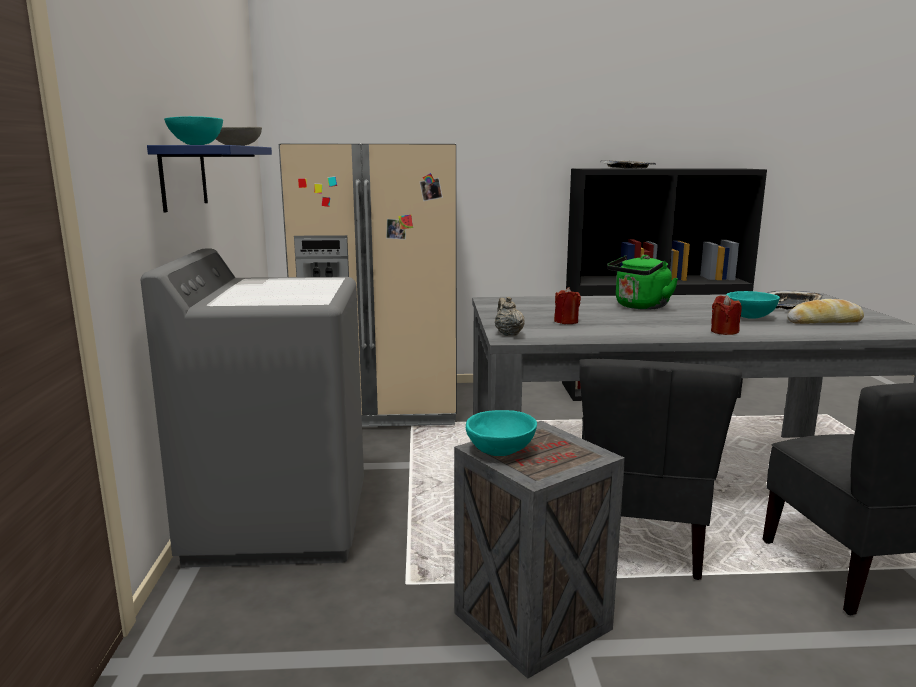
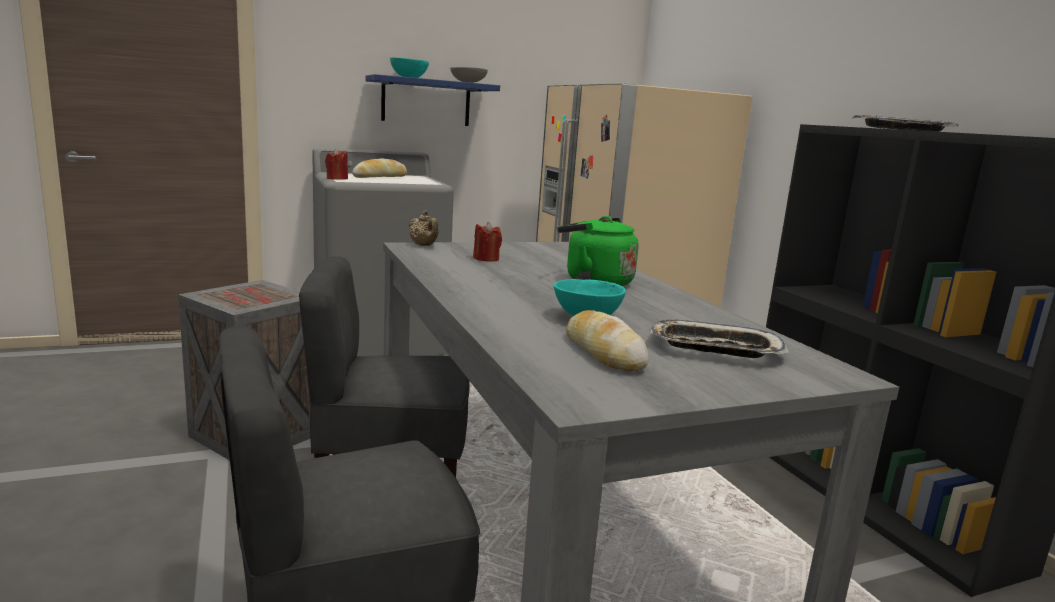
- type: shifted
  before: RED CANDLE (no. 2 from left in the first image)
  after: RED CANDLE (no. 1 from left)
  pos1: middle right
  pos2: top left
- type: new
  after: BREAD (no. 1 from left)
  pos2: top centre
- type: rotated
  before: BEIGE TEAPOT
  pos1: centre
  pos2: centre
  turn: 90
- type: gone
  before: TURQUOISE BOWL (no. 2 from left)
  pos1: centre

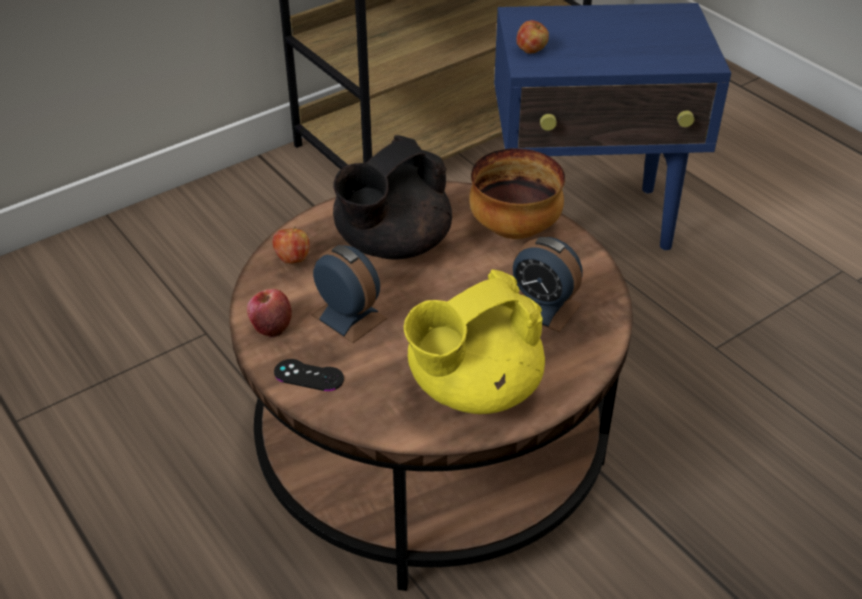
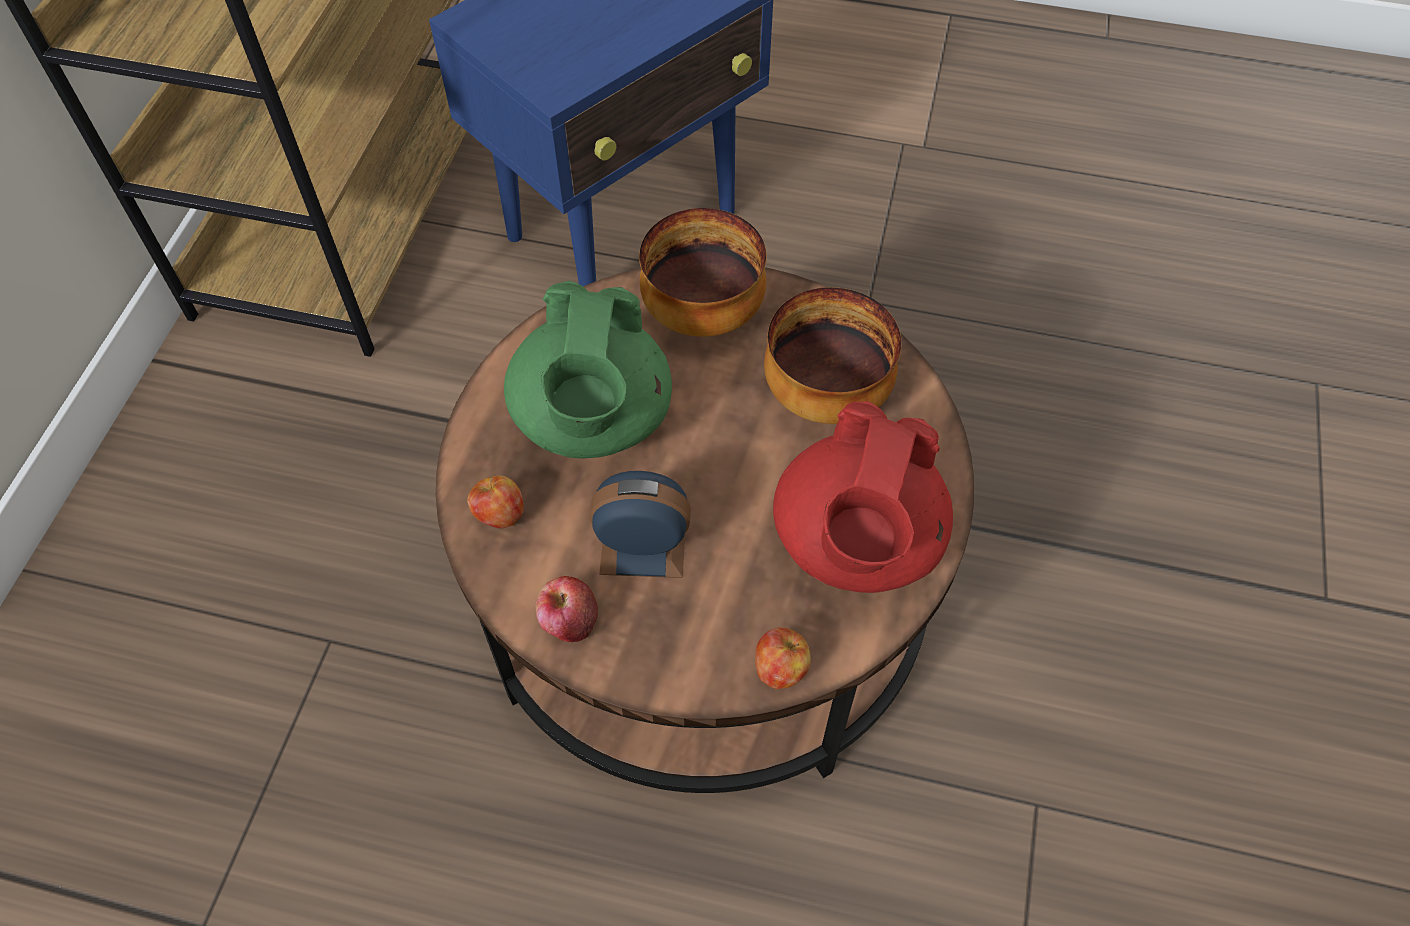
- type: repainted
  before: BLACK TEAPOT
  after: GREEN TEAPOT
  pos1: top centre
  pos2: centre
- type: shifted
  before: APPLE (no. 3 from left)
  pos1: top centre
  pos2: bottom centre
- type: swapped
  before: ALARM CLOCK (no. 2 from left)
  after: BOWL (no. 2 from left)
  pos1: centre
  pos2: centre
- type: repainted
  before: YELLOW TEAPOT
  after: RED TEAPOT
  pos1: centre
  pos2: centre
- type: gone
  before: BLACK GAME CONTROLLER
  pos1: centre

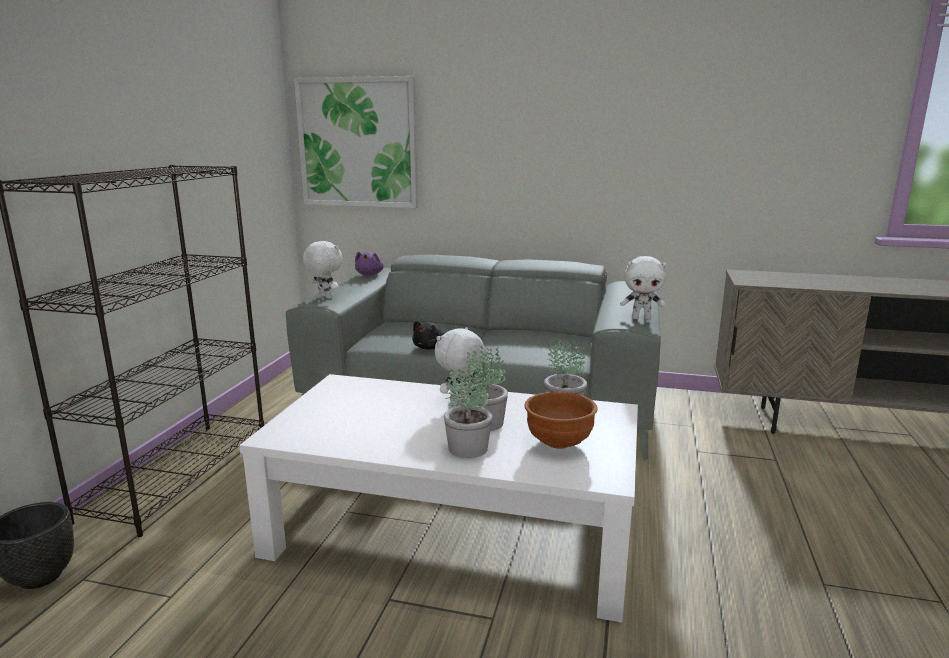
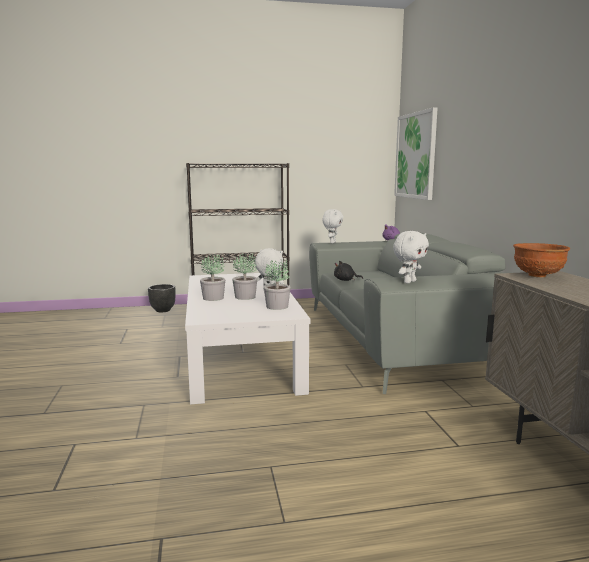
- type: rotated
  before: WHITE PLUSH TOY (no. 3 from left)
  pos1: middle right
  pos2: middle right
  turn: -120
- type: shifted
  before: BROWN BOWL
  pos1: centre
  pos2: middle right

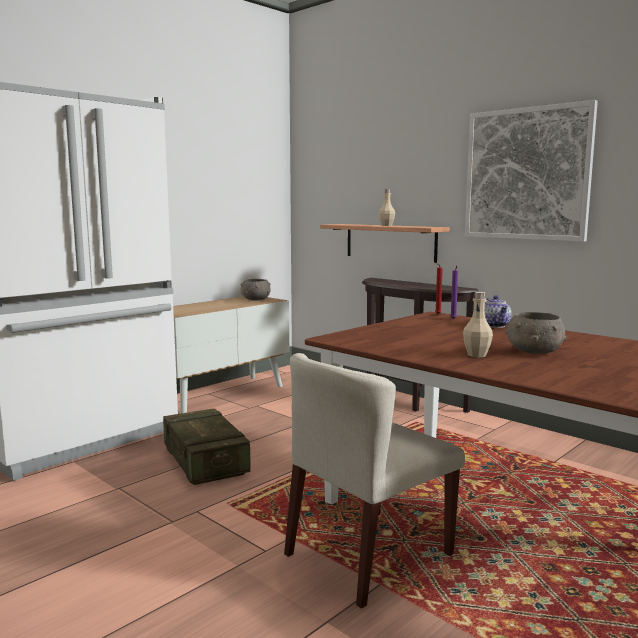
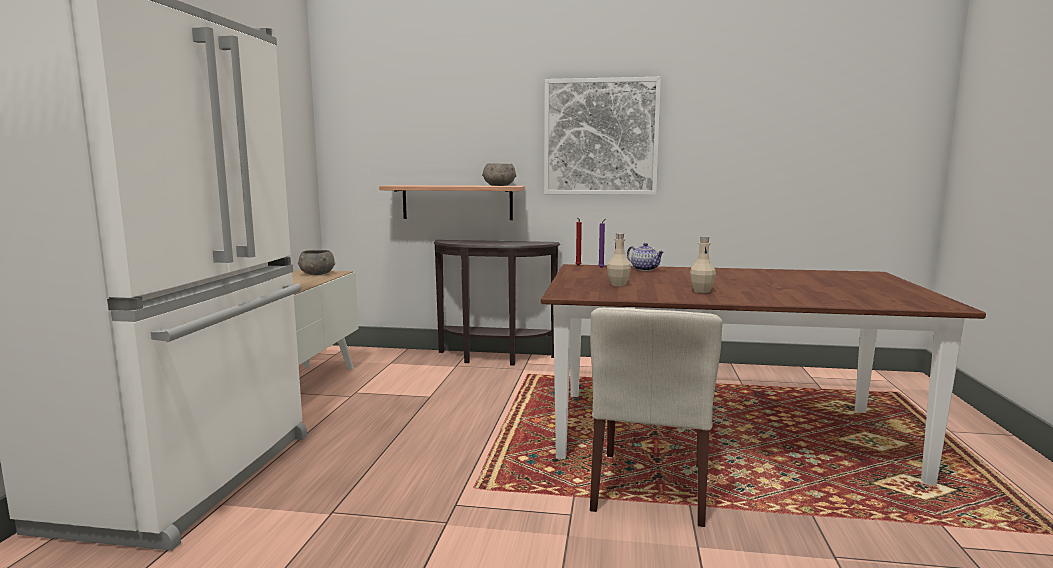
- type: shifted
  before: GREY BOWL (no. 2 from left)
  pos1: middle right
  pos2: top centre
- type: shifted
  before: BEIGE BOTTLE (no. 1 from left)
  pos1: top centre
  pos2: centre
- type: gone
  before: CRATE
  pos1: bottom left

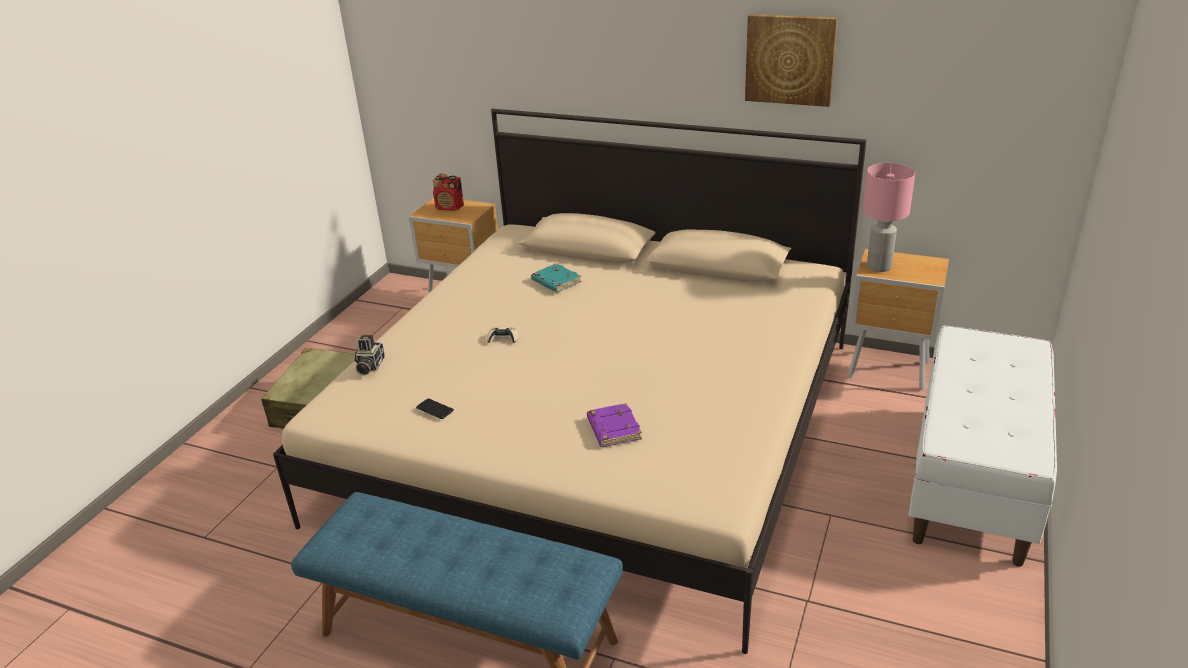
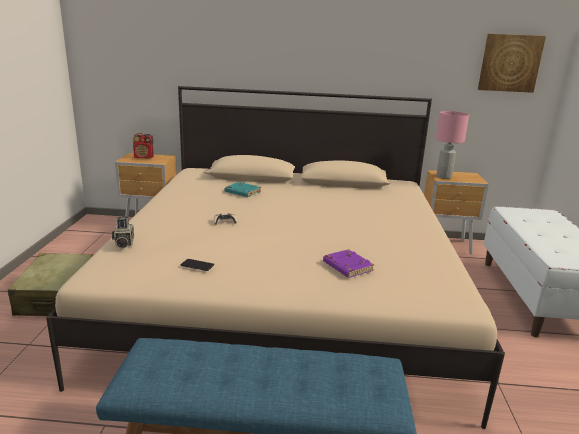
- type: shifted
  before: PICTURE
  pos1: top centre
  pos2: top right

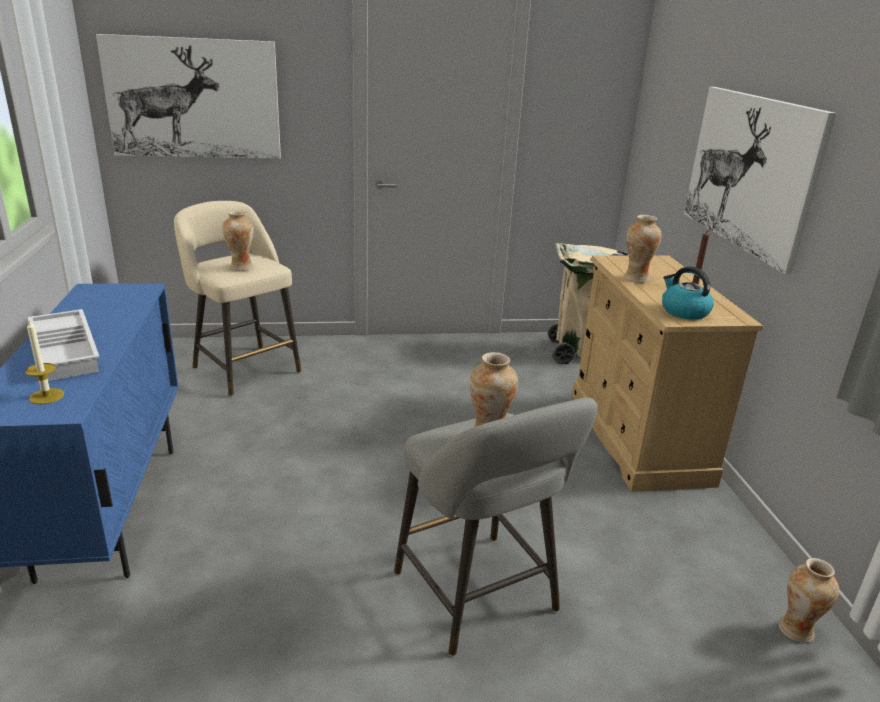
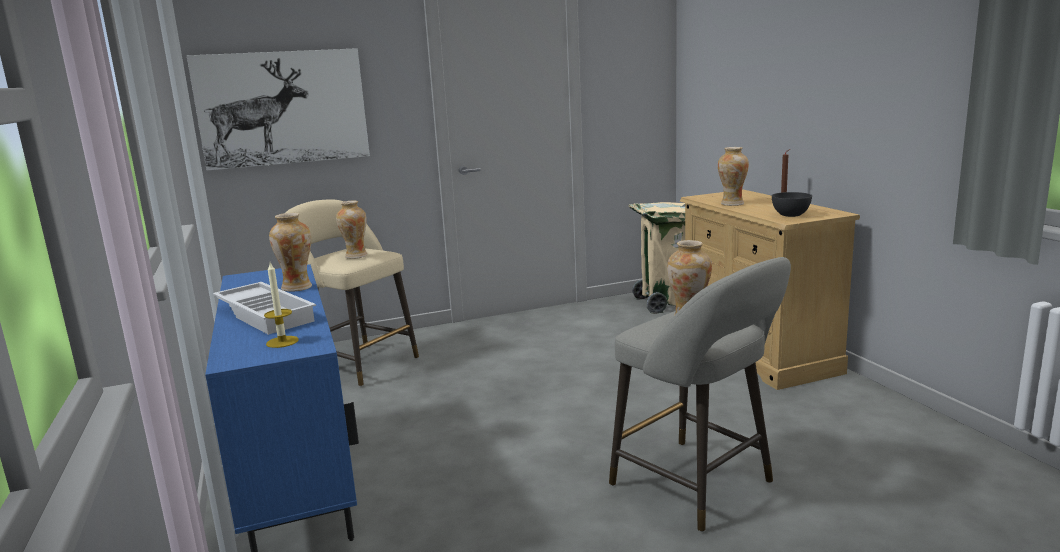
- type: shifted
  before: VASE (no. 4 from left in the first image)
  after: VASE (no. 1 from left)
  pos1: bottom right
  pos2: middle left
- type: swapped
  before: KETTLE
  after: GREY BOWL
  pos1: middle right
  pos2: middle right
- type: gone
  before: PICTURE (no. 2 from left)
  pos1: top right

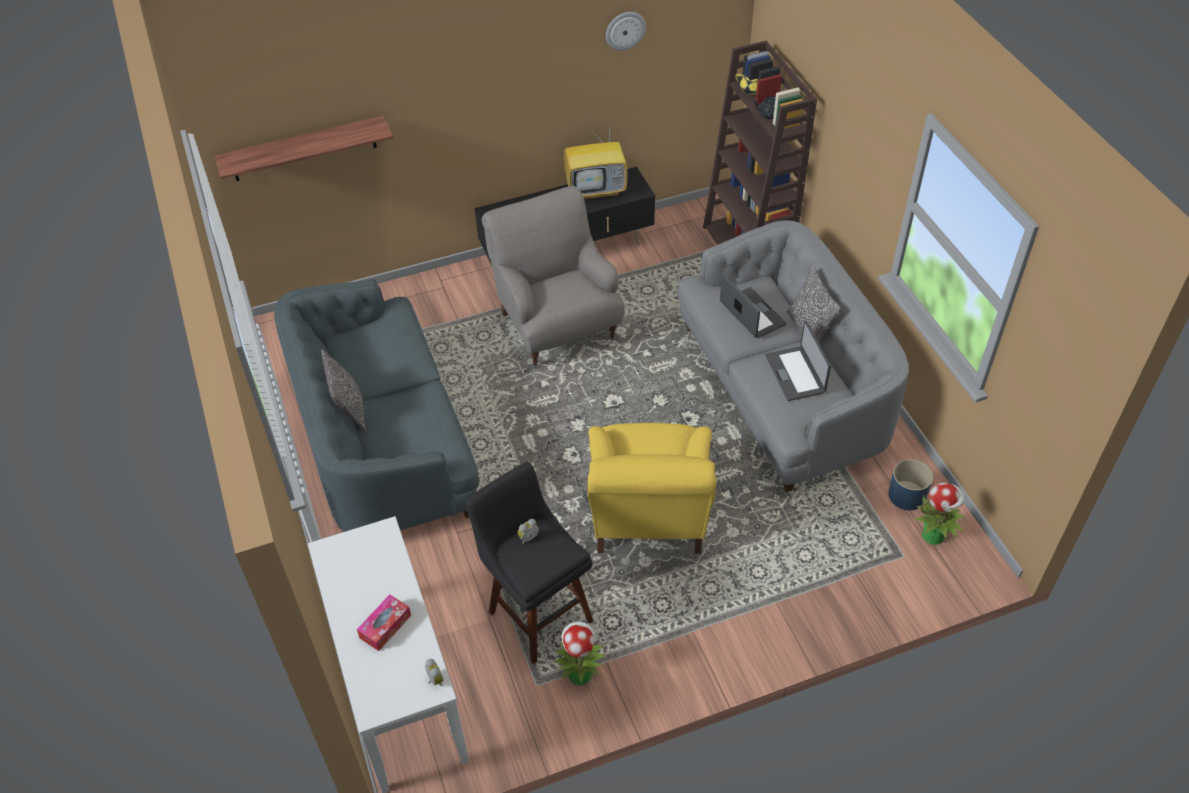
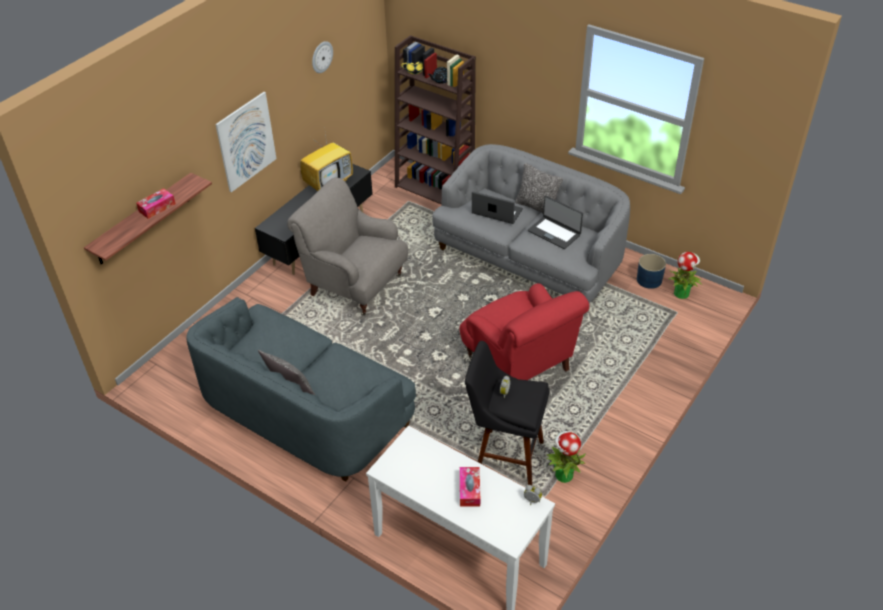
- type: new
  after: TISSUE BOX (no. 1 from left)
  pos2: top left
- type: new
  after: PICTURE
  pos2: top left
- type: repainted
  before: YELLOW ARMCHAIR
  after: RED ARMCHAIR
  pos1: centre
  pos2: centre

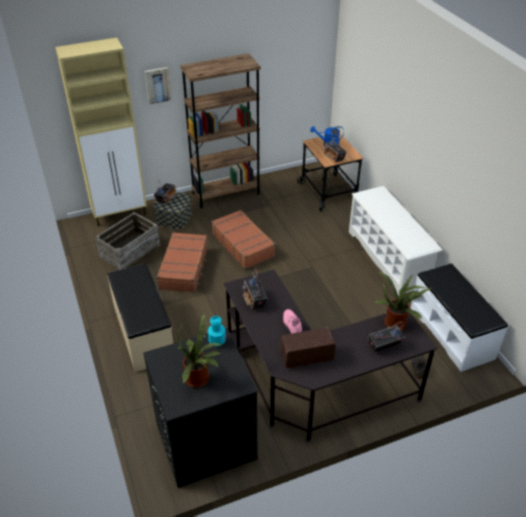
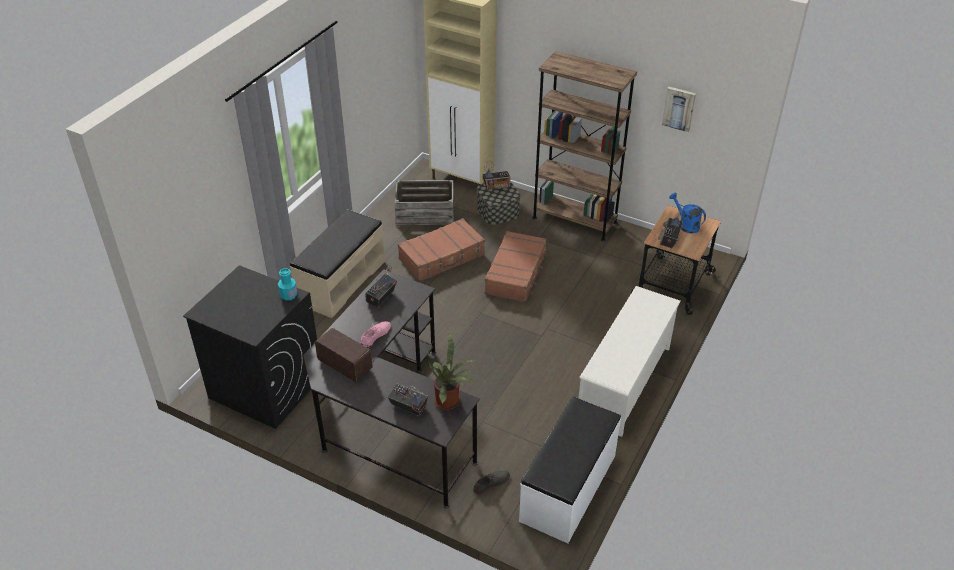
- type: shifted
  before: PICTURE
  pos1: top left
  pos2: top right
- type: gone
  before: POTTED PLANT (no. 1 from left)
  pos1: bottom centre

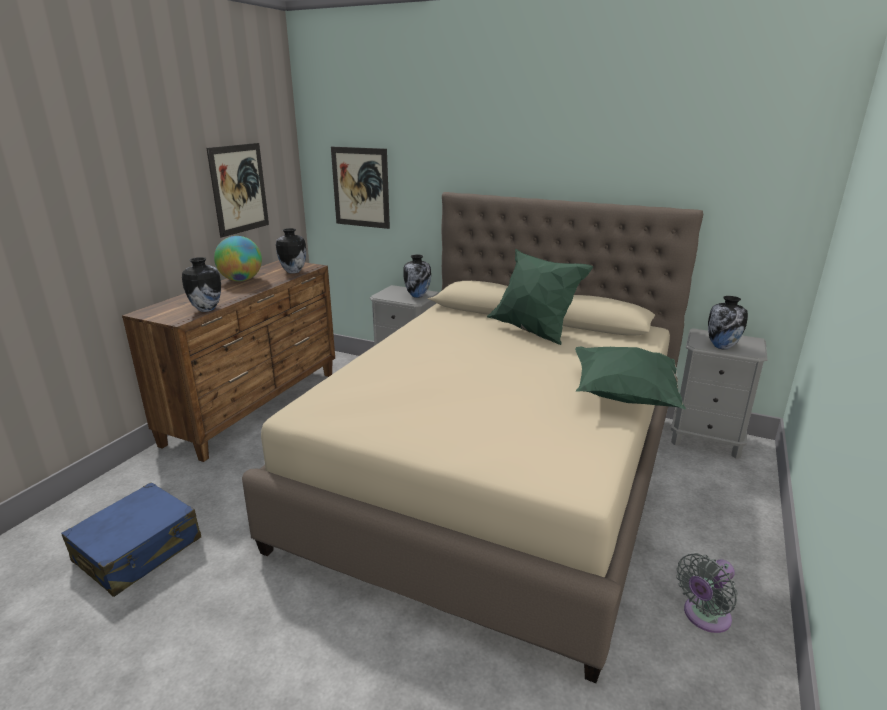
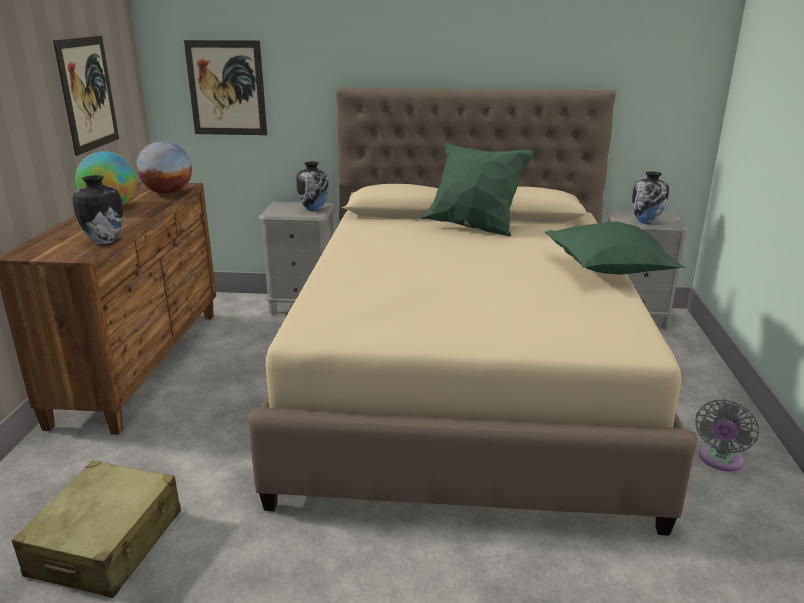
- type: repainted
  before: BLUE SUITCASE
  after: BEIGE SUITCASE
  pos1: bottom left
  pos2: bottom left
- type: swapped
  before: VASE (no. 2 from left)
  after: GLOBE (no. 2 from left)
  pos1: middle left
  pos2: top left

